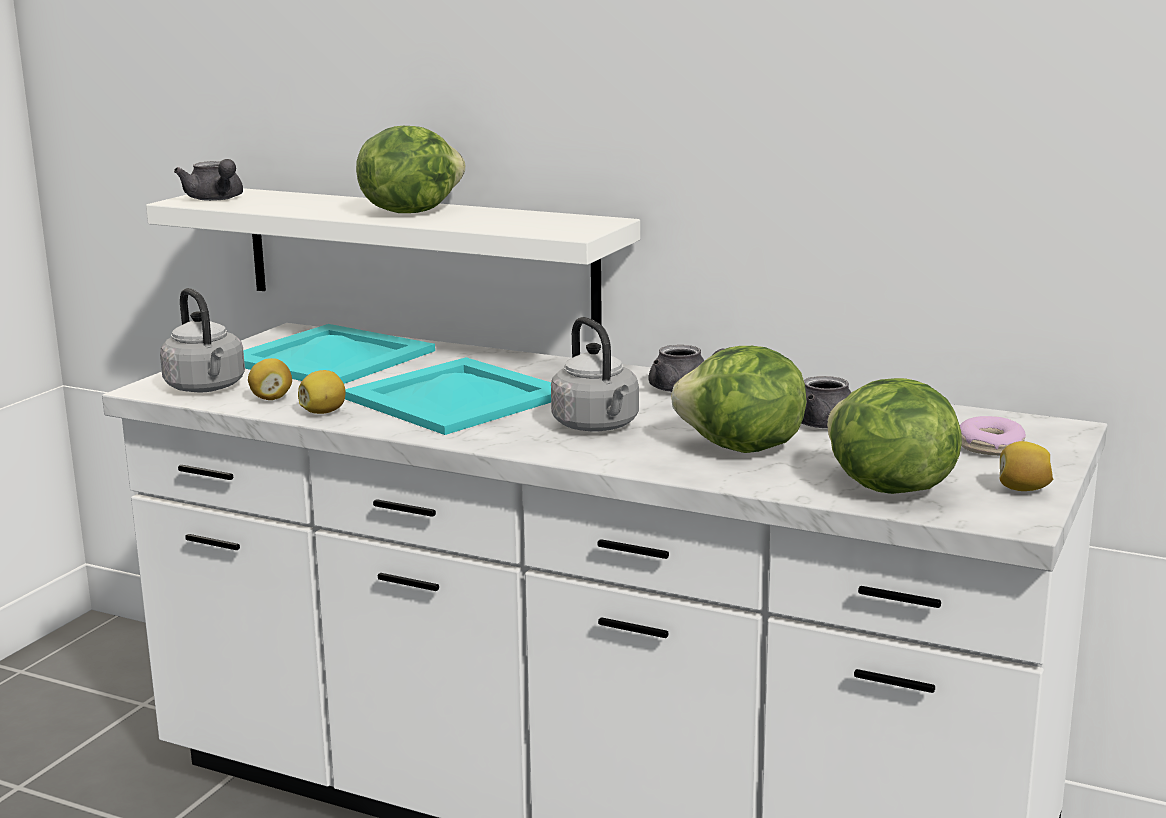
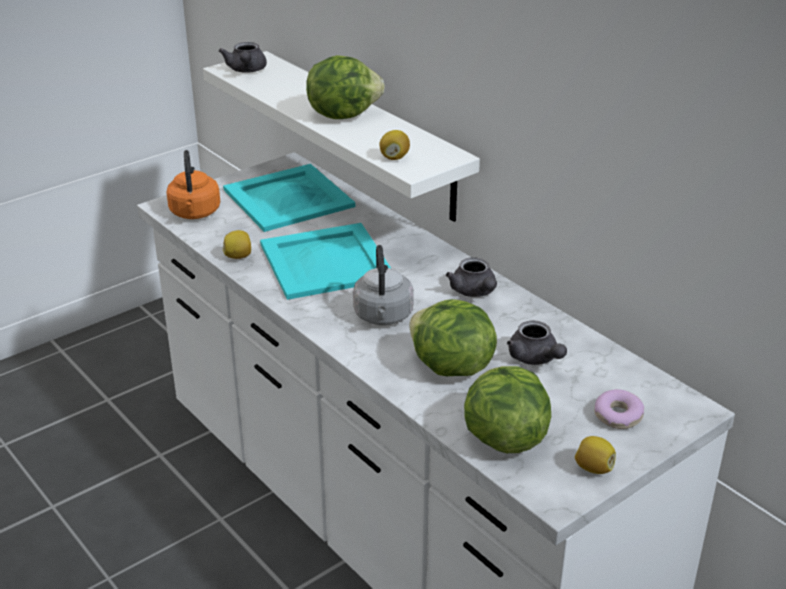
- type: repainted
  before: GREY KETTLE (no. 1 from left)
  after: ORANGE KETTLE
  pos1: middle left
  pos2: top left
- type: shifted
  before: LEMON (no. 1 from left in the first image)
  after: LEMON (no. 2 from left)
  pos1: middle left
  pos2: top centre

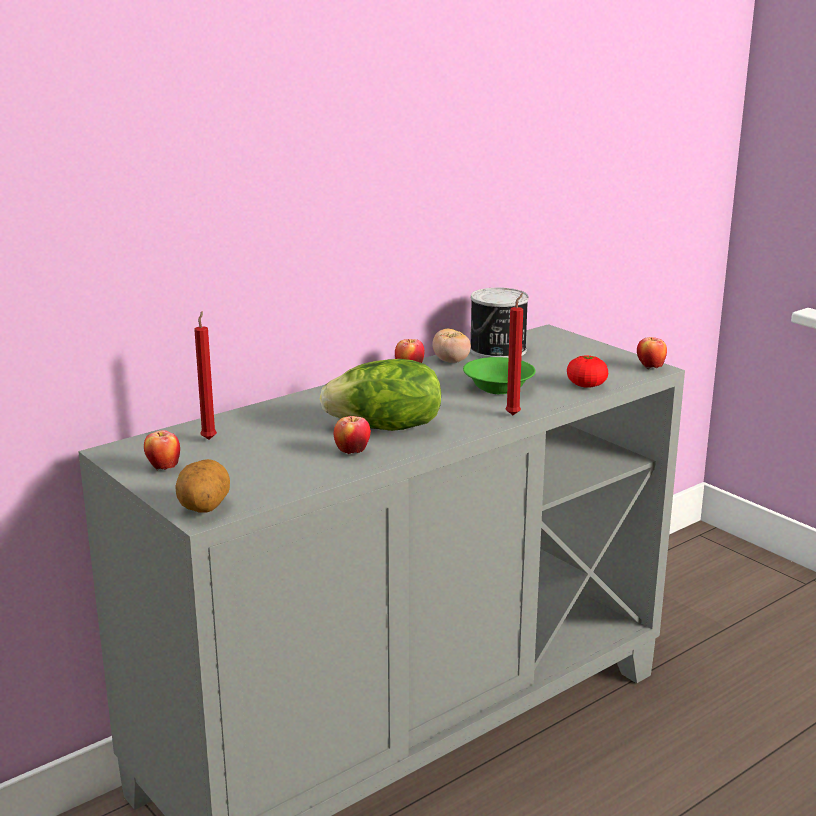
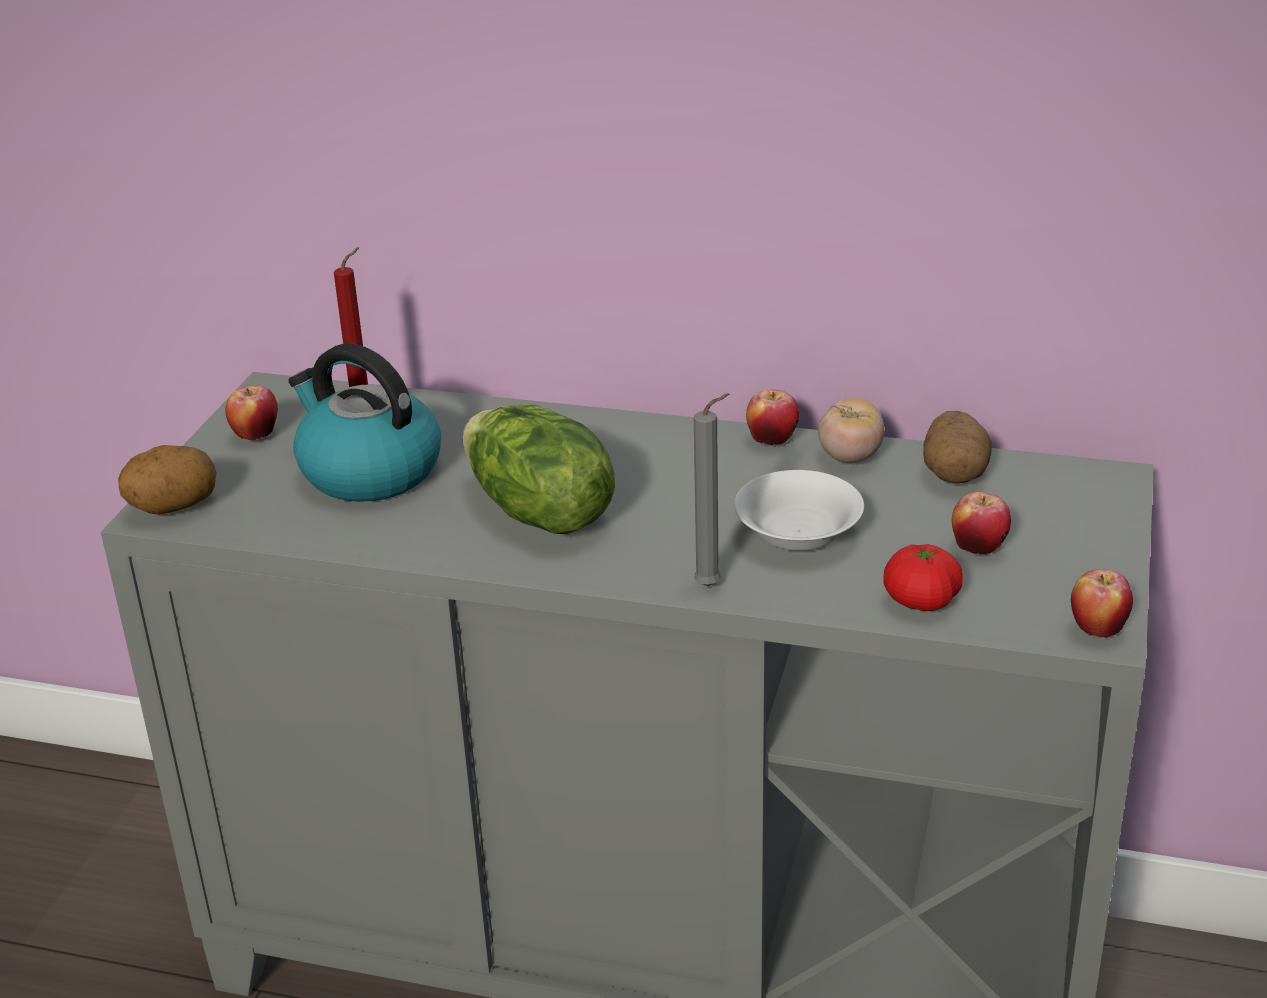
- type: new
  after: KETTLE
  pos2: middle left
- type: repainted
  before: RED CANDLE (no. 2 from left)
  after: GREY CANDLE
  pos1: centre
  pos2: centre
- type: repainted
  before: GREEN BOWL
  after: WHITE BOWL
  pos1: centre
  pos2: centre
- type: swapped
  before: CAN
  after: POTATO (no. 2 from left)
  pos1: centre
  pos2: middle right
- type: shifted
  before: APPLE (no. 2 from left in the first image)
  after: APPLE (no. 3 from left)
  pos1: centre
  pos2: middle right

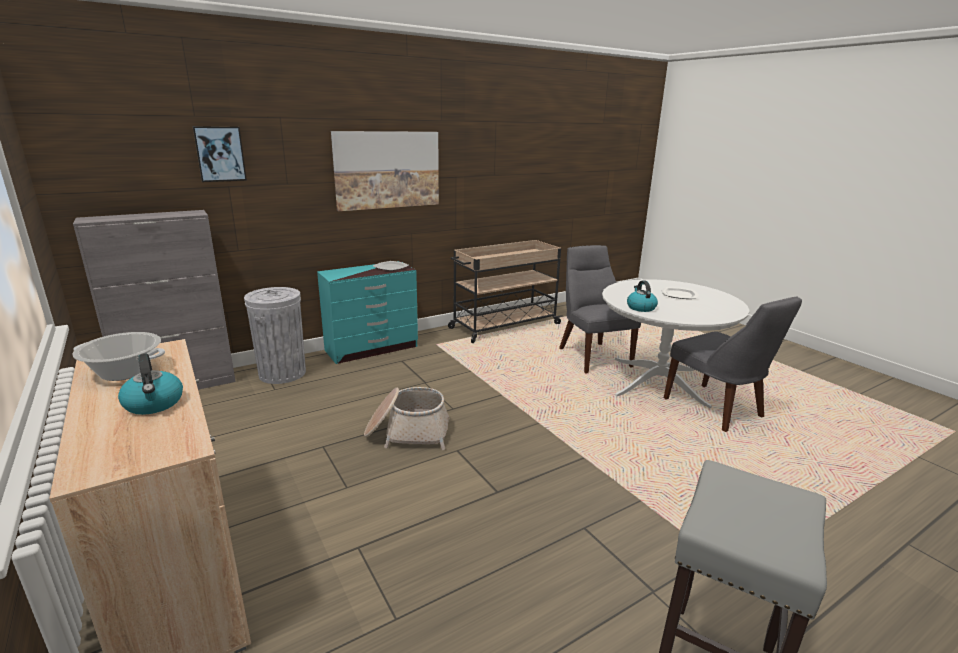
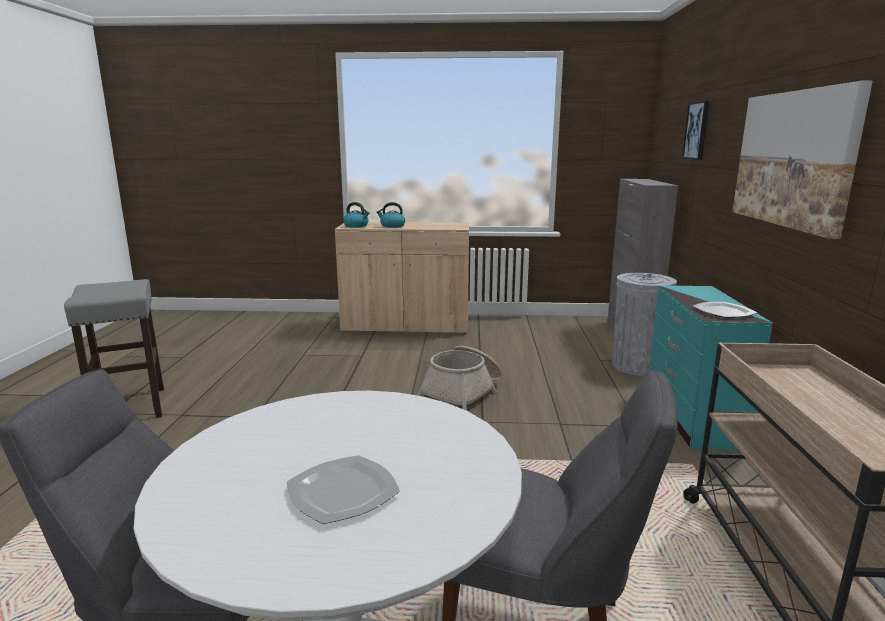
- type: shifted
  before: KETTLE (no. 2 from left in the first image)
  after: KETTLE (no. 1 from left)
  pos1: middle right
  pos2: centre
- type: gone
  before: COOKING POT
  pos1: middle left

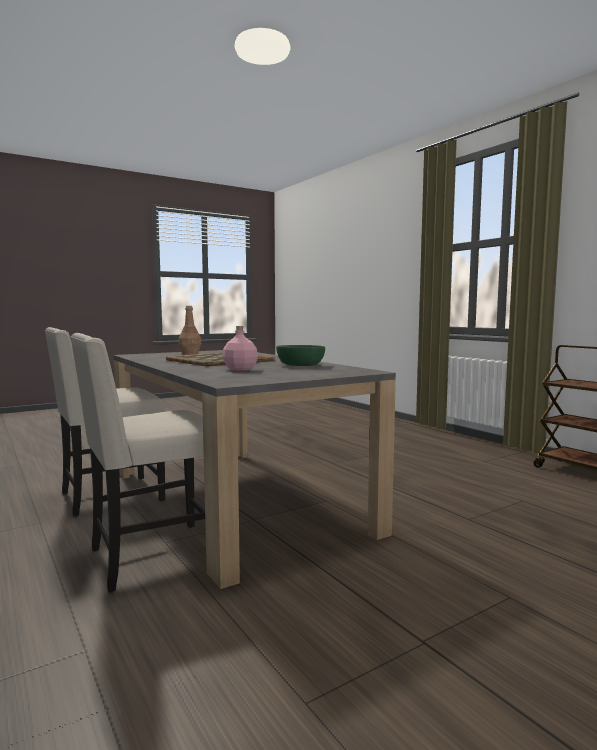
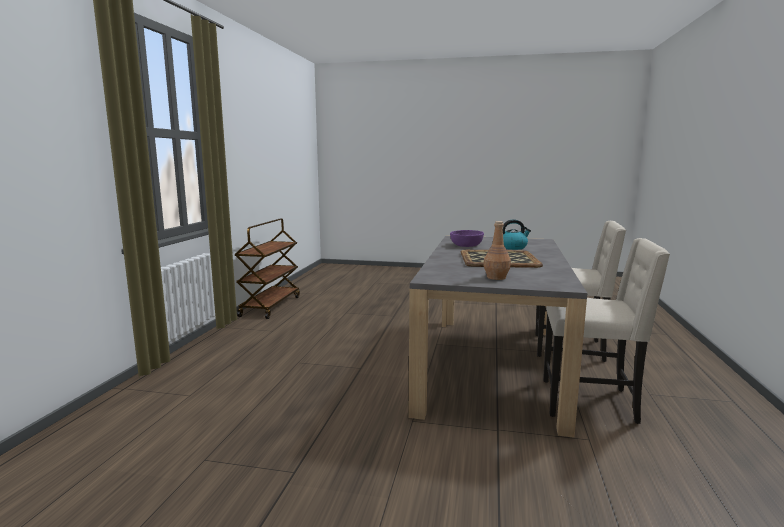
- type: repainted
  before: GREEN BOWL
  after: PURPLE BOWL
  pos1: centre
  pos2: centre
- type: swapped
  before: PINK BOTTLE
  after: KETTLE
  pos1: centre
  pos2: centre

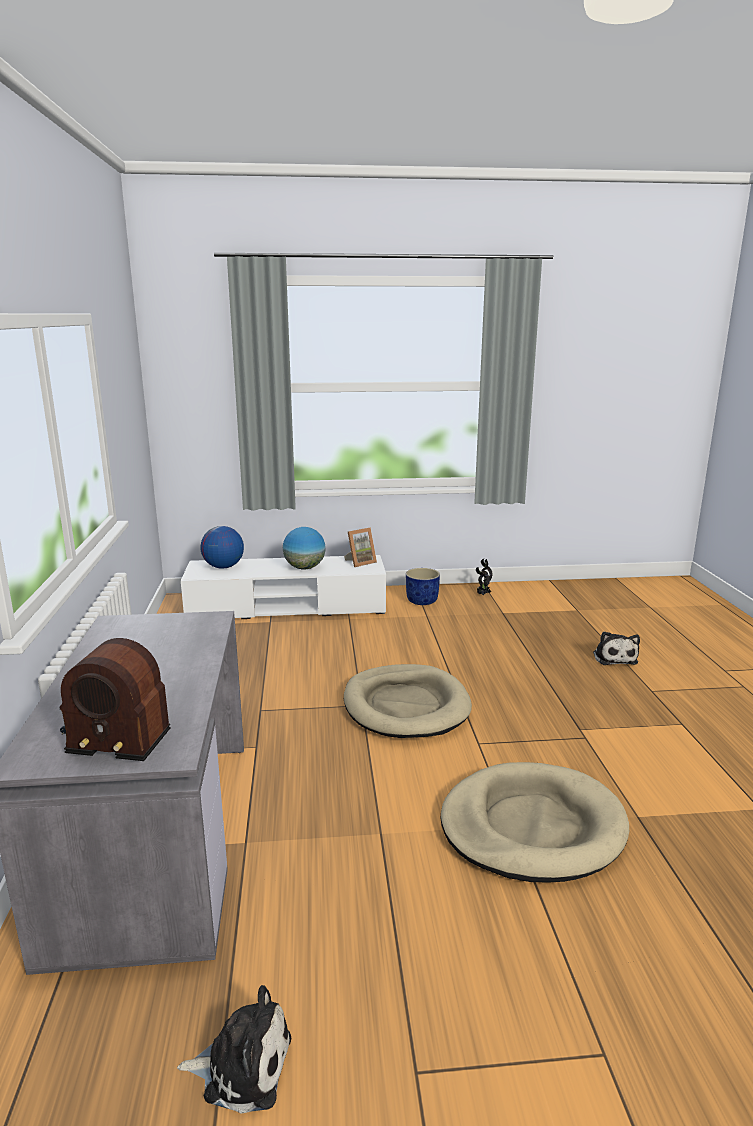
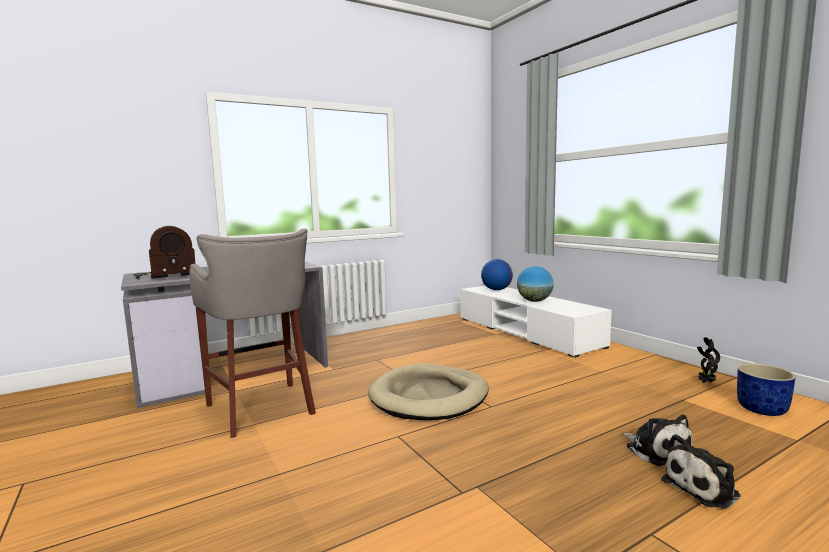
- type: rotated
  before: RADIO
  pos1: middle left
  pos2: middle left
  turn: -105
- type: new
  after: GREY STOOL
  pos2: middle left
- type: shifted
  before: PLUSH TOY (no. 1 from left)
  pos1: bottom left
  pos2: bottom right
- type: shifted
  before: BLUE PLANTER
  pos1: centre
  pos2: bottom right
- type: gone
  before: PICTURE FRAME
  pos1: centre
- type: gone
  before: BEIGE DOG BED (no. 2 from left)
  pos1: bottom right

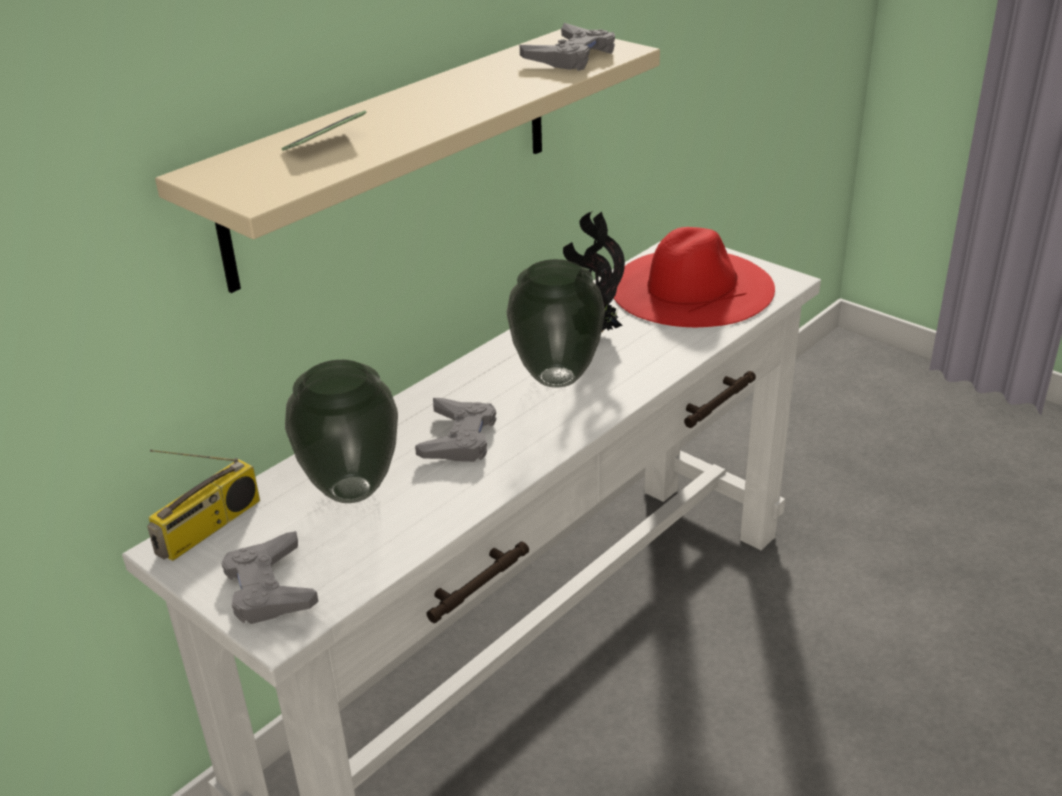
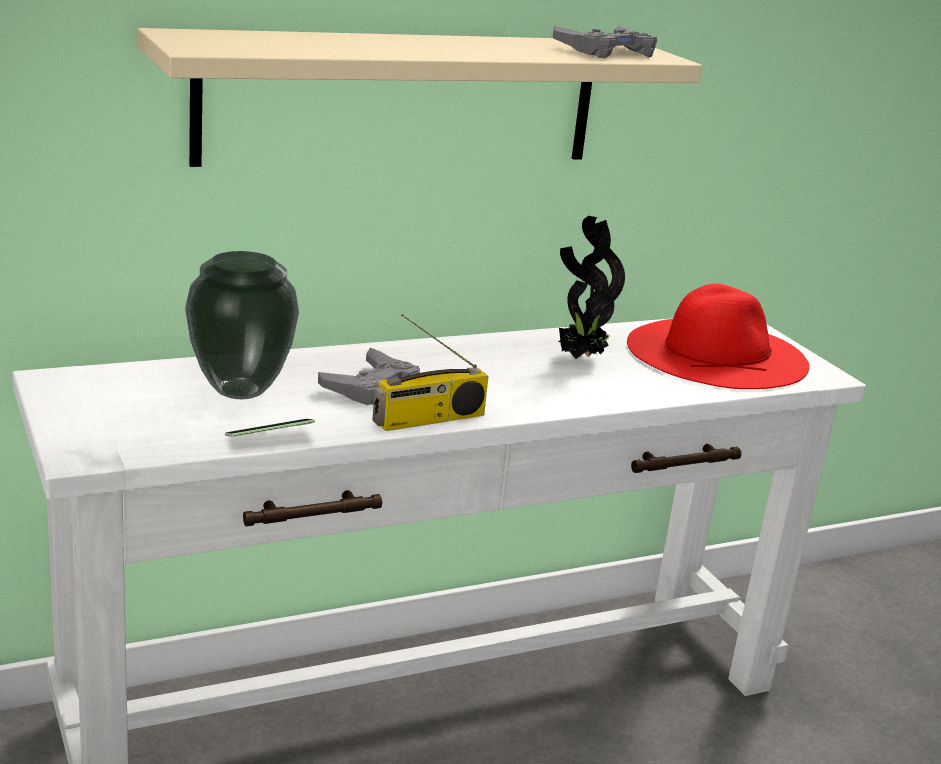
- type: shifted
  before: PHONE
  pos1: top left
  pos2: middle left
- type: shifted
  before: RADIO
  pos1: middle left
  pos2: centre
- type: gone
  before: GREY GAME CONTROLLER (no. 1 from left)
  pos1: bottom left
- type: gone
  before: VASE (no. 2 from left)
  pos1: centre

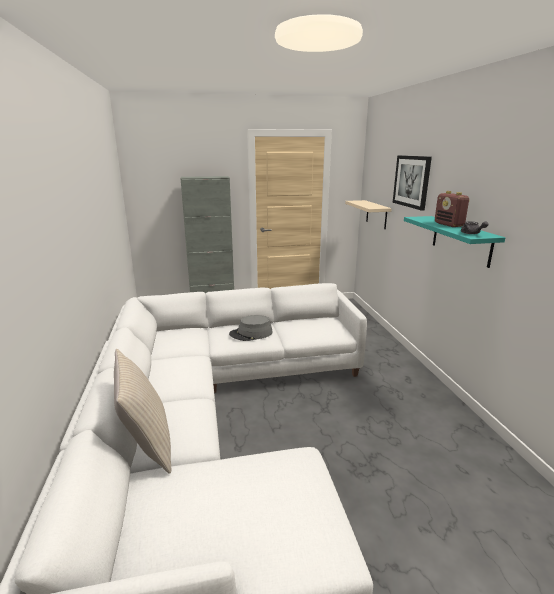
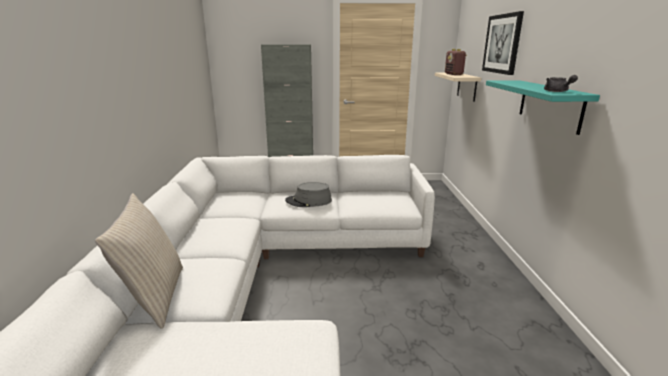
- type: shifted
  before: RADIO
  pos1: middle right
  pos2: top right

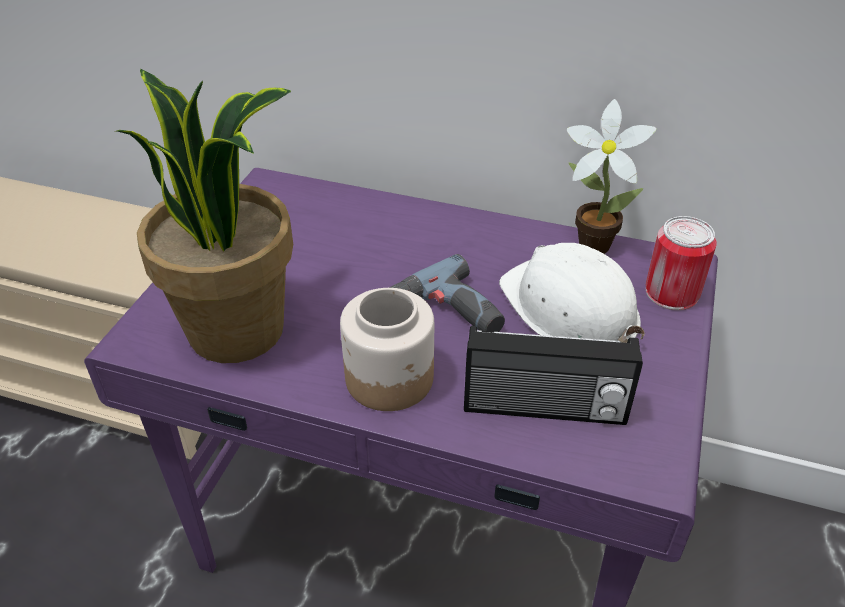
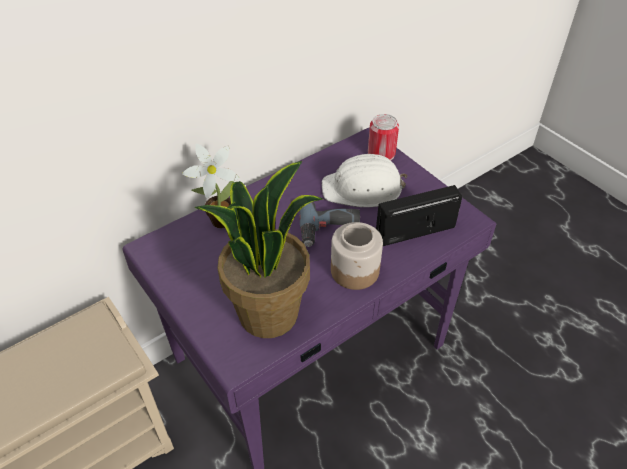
- type: shifted
  before: POTTED PLANT (no. 2 from left in the first image)
  after: POTTED PLANT (no. 1 from left)
  pos1: top right
  pos2: centre
- type: rotated
  before: RADIO
  pos1: centre
  pos2: middle right
  turn: -150

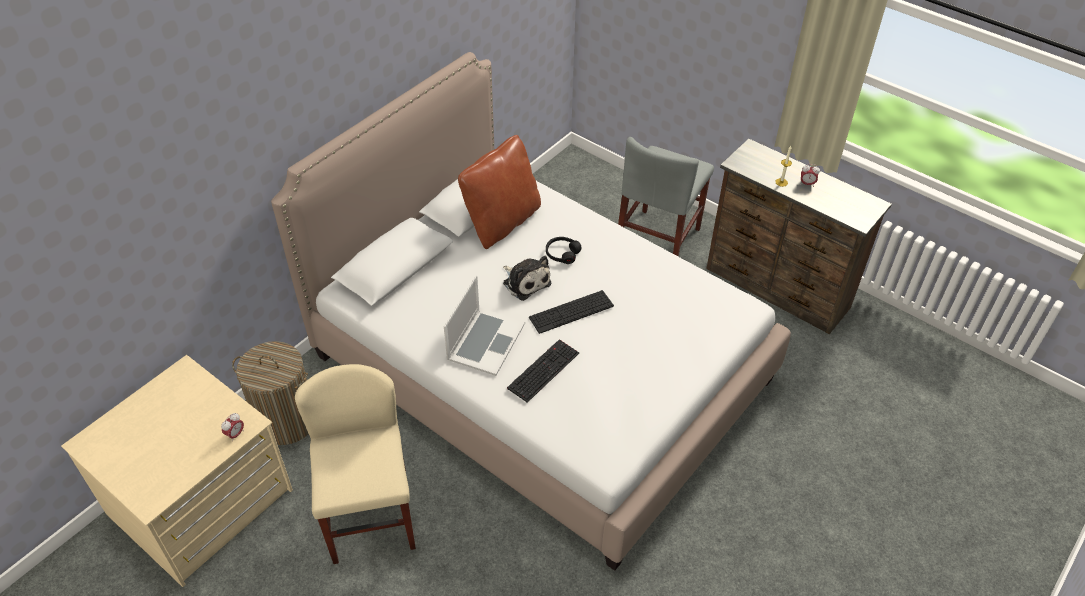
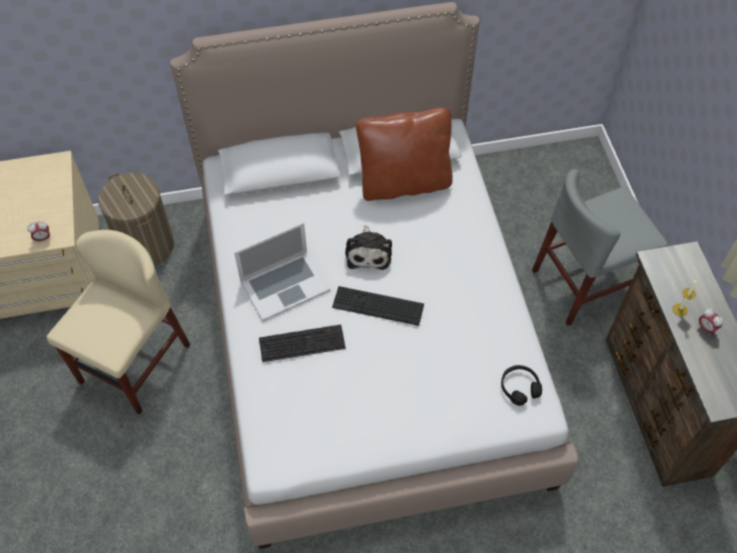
- type: shifted
  before: BLACK HEADPHONES
  pos1: centre
  pos2: bottom right

